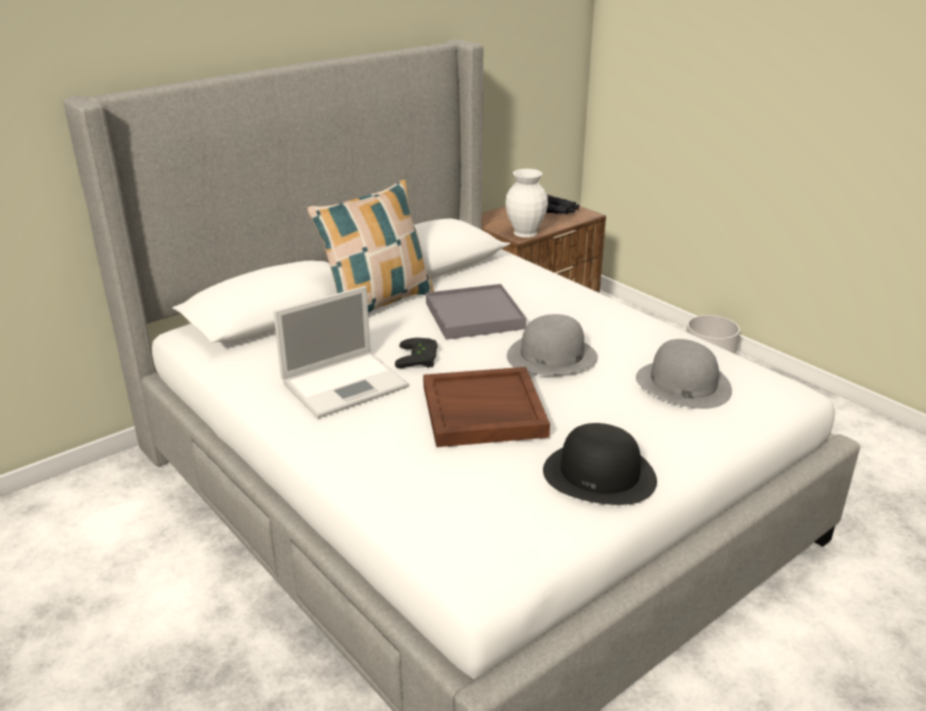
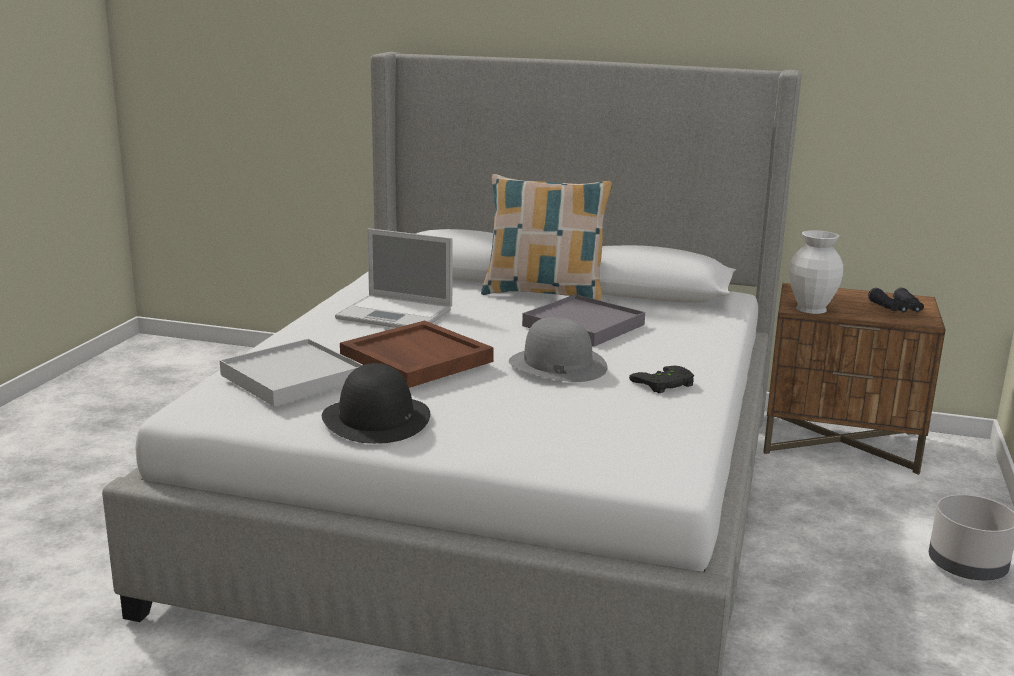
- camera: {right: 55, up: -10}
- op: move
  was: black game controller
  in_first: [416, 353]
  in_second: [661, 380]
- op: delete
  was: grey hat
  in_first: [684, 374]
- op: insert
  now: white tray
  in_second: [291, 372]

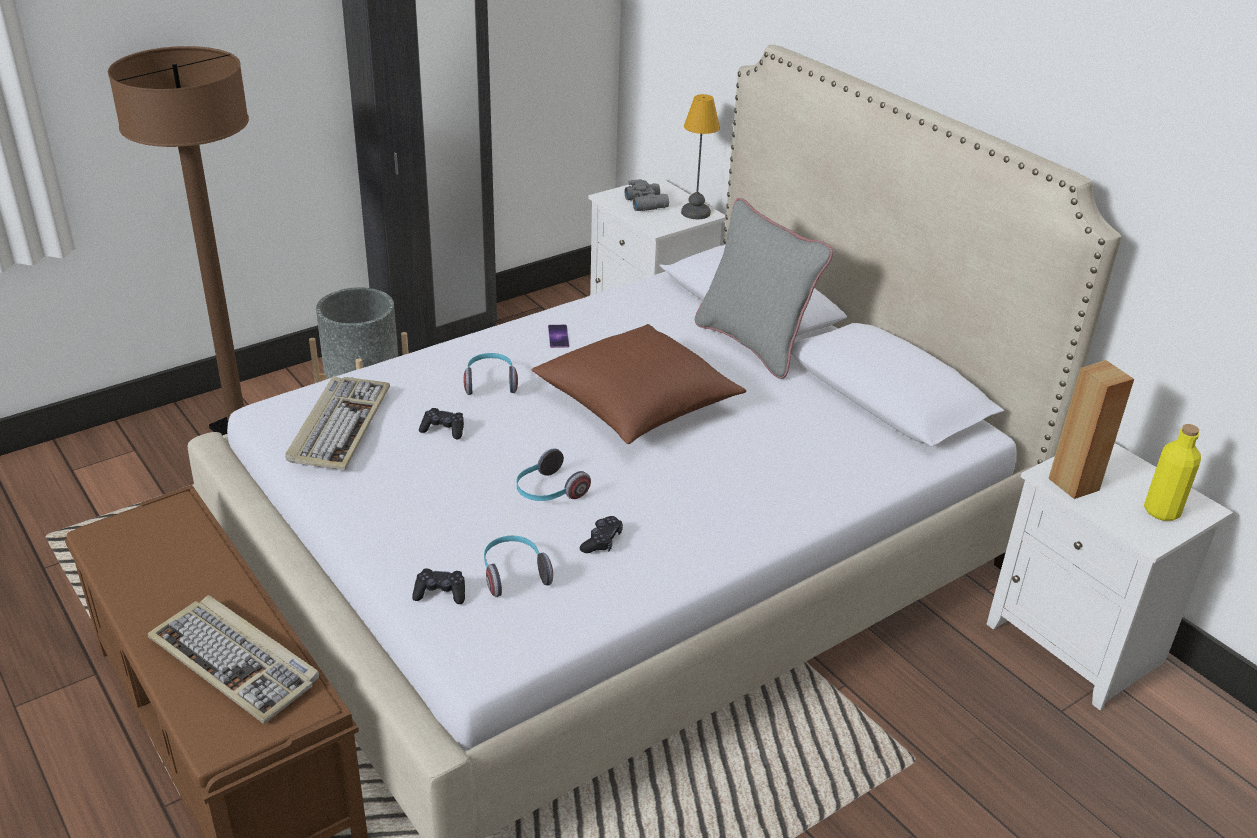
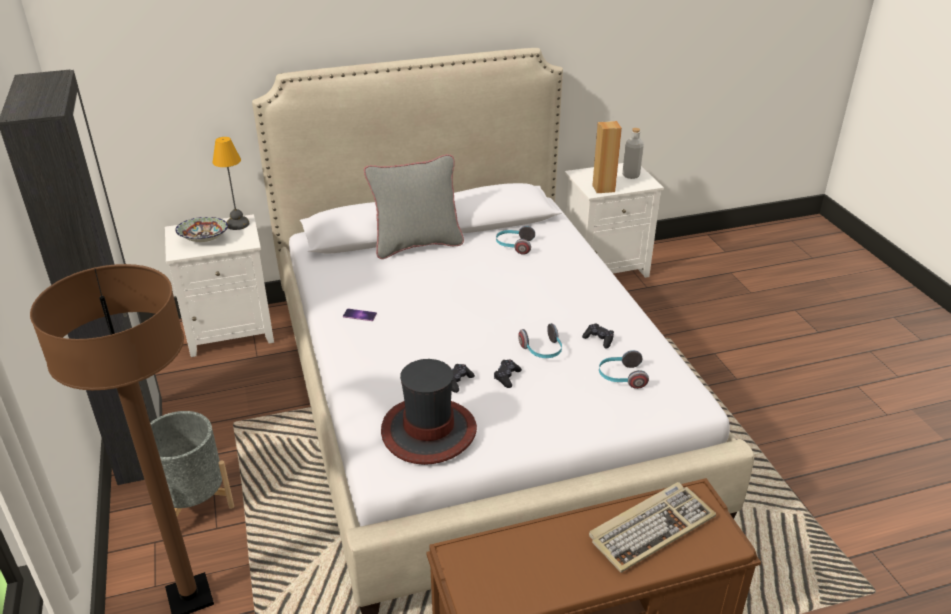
- camera: {right: -70, up: 0}
- op: replace
  was: grey binoculars
  now: bowl
  in_first: [646, 195]
  in_second: [201, 229]
- op: delete
  was: brown pillow
  in_first: [638, 384]
- op: move
  was: headphones
  in_first: [490, 374]
  in_second: [515, 240]
- op: replace
  was: keyboard
  now: hat
  in_first: [337, 423]
  in_second: [429, 412]
- op: recolor
  was: yellow bottle
  now: grey bottle
  in_first: [1172, 472]
  in_second: [633, 153]
- op: move
  was: black game controller
  in_first: [438, 586]
  in_second: [508, 374]

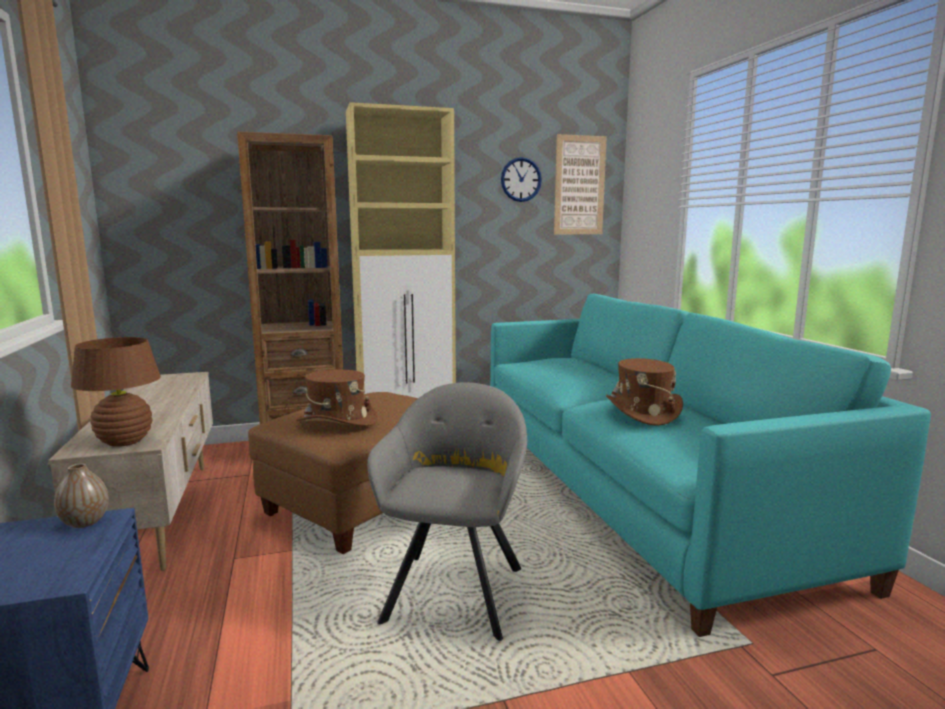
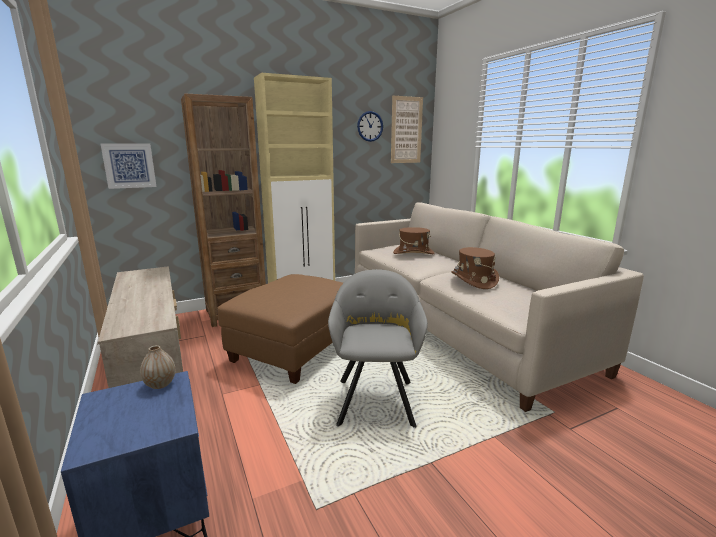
- camera: {right: -10, up: 5}
- op: recolor
  was: turquoise sofa
  now: beige sofa
  in_first: [710, 465]
  in_second: [499, 307]
- op: delete
  was: brown table lamp
  in_first: [116, 392]
- op: move
  was: brown hat
  in_first: [336, 397]
  in_second: [414, 240]
- op: insert
  now: picture
  in_second: [128, 166]

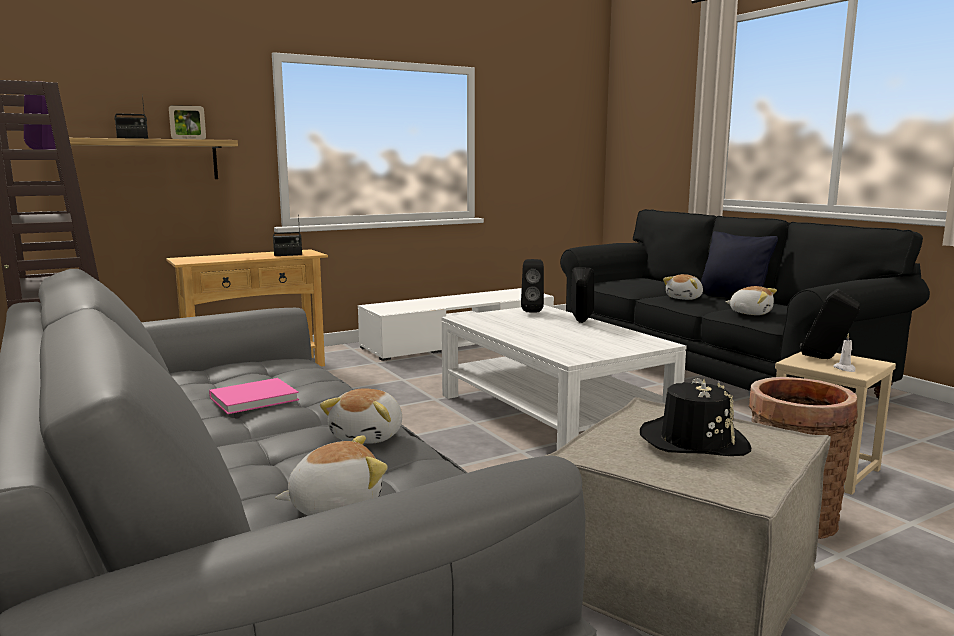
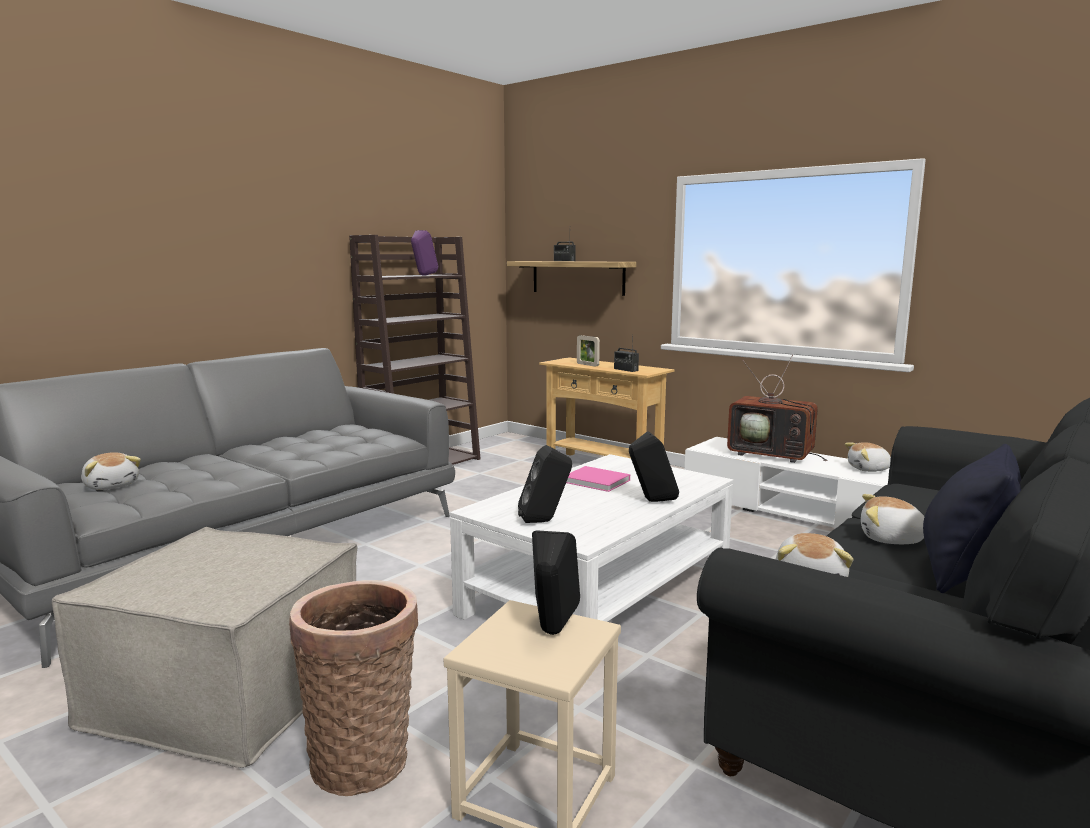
- camera: {right: 70, up: 0}
- op: move
  was: picture frame
  in_first: [187, 122]
  in_second: [588, 351]
- op: move
  was: black speaker
  in_first: [532, 286]
  in_second: [545, 484]
- op: delete
  was: white candle
  in_first: [844, 352]
- op: move
  was: pink book
  in_first: [254, 396]
  in_second: [598, 479]
- op: delete
  was: black hat
  in_first: [695, 417]
- op: move
  was: plush toy
  in_first: [361, 415]
  in_second: [868, 457]
- op: insert
  now: television
  in_second: [777, 408]

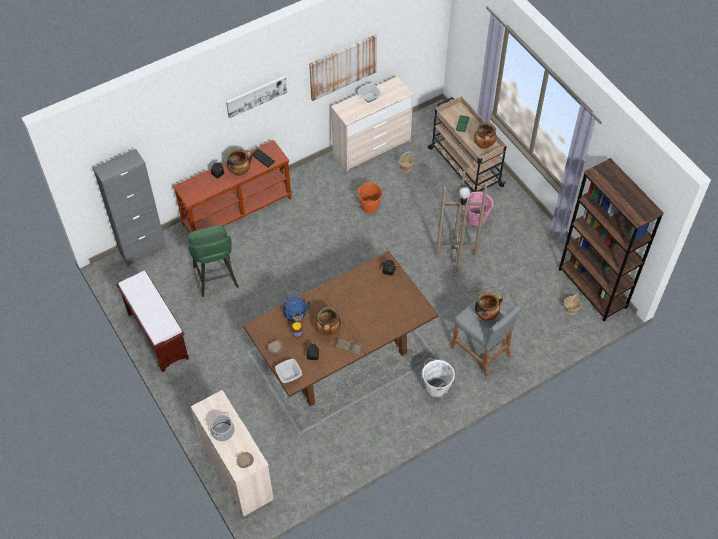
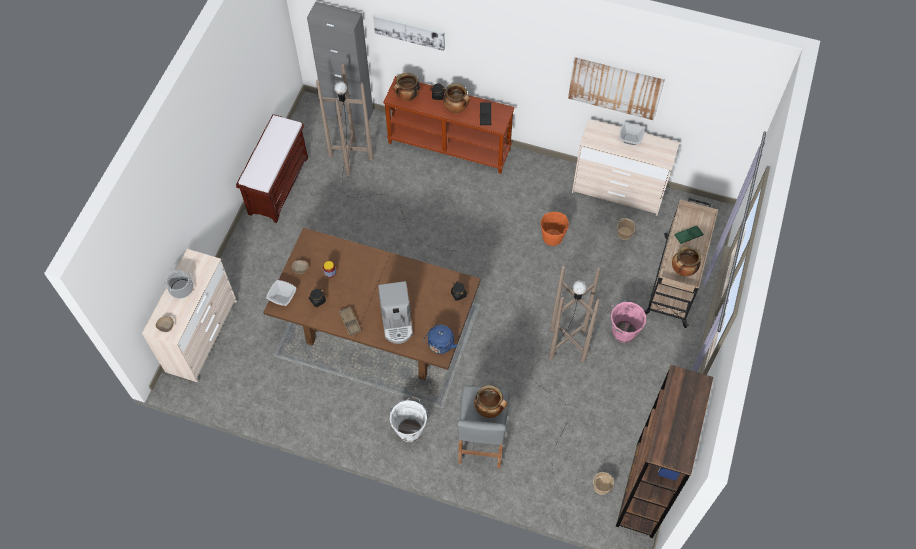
- camera: {right: 50, up: 5}
- op: move
  was: picture
  in_first: [256, 97]
  in_second: [409, 32]
- op: replace
  was: green stool
  now: brown floor lamp
  in_first: [213, 261]
  in_second: [384, 157]
- op: move
  was: blue kettle
  in_first: [296, 309]
  in_second: [440, 339]
- op: move
  was: cooking pot
  in_first: [328, 321]
  in_second: [406, 87]
- op: insert
  now: coffee machine
  in_second: [395, 312]

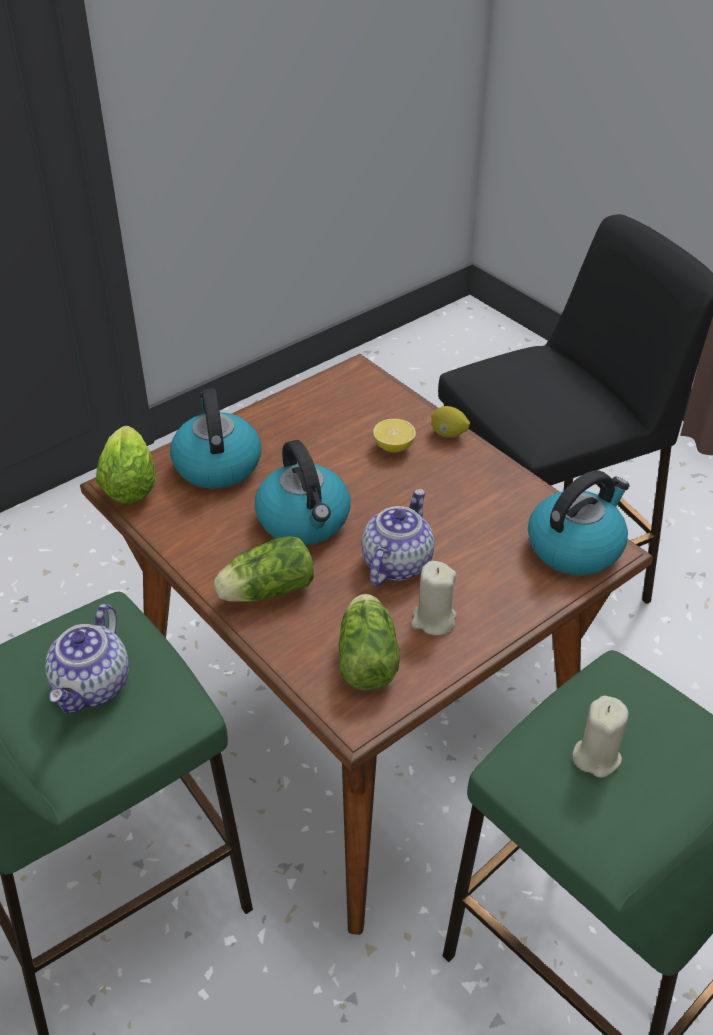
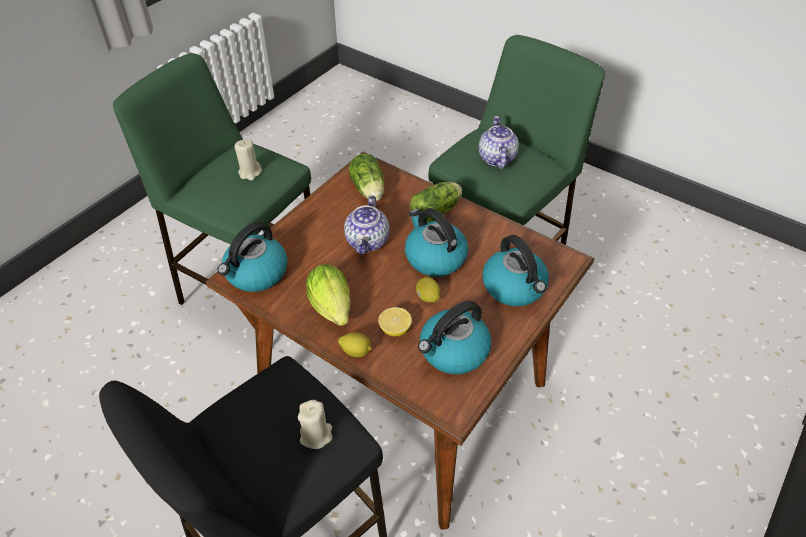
- camera: {right: 165, up: 5}
- op: move
  was: lettuce
  in_first: [126, 465]
  in_second: [328, 295]
- op: move
  was: beige candle
  in_first: [434, 598]
  in_second: [314, 424]
- op: insert
  now: lemon
  in_second: [428, 290]
- op: insert
  now: kettle
  in_second: [455, 337]

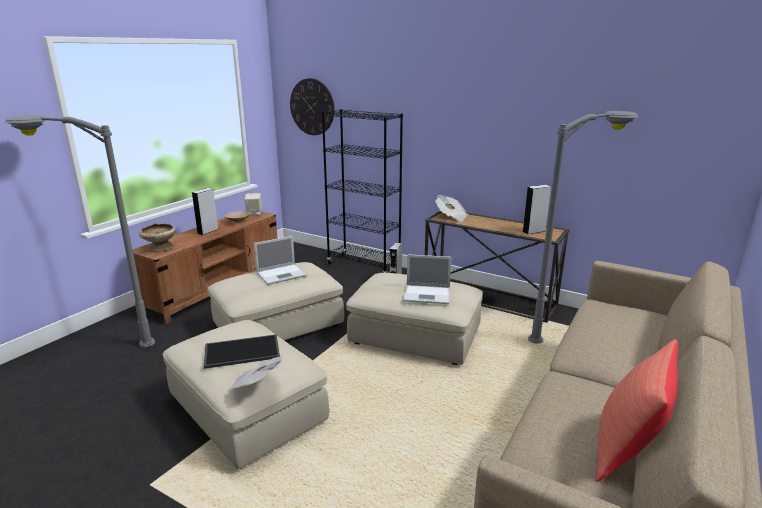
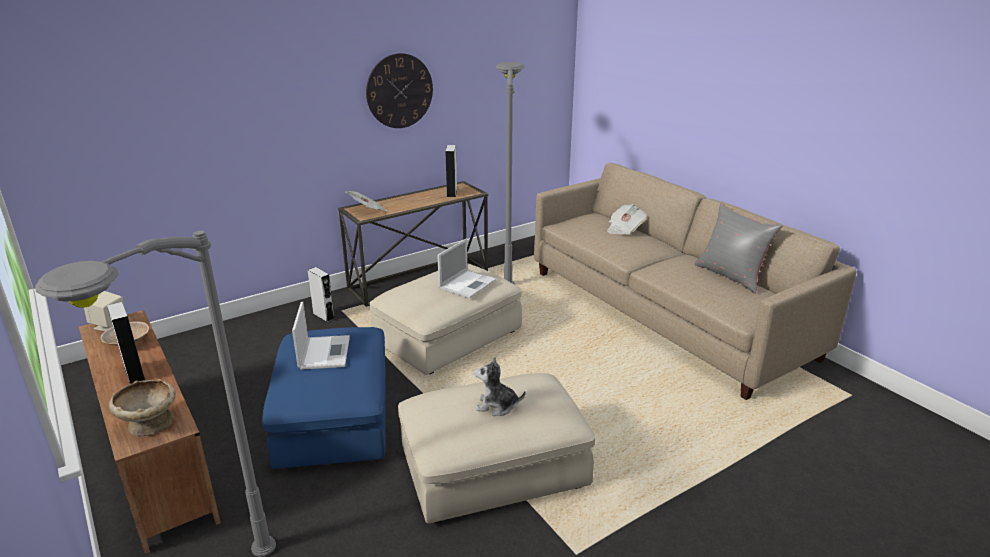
- camera: {right: -65, up: 5}
- op: move
  was: wall clock
  in_first: [312, 106]
  in_second: [399, 90]
- op: delete
  was: black bookcase
  in_first: [362, 191]
- op: recolor
  was: beige ottoman
  now: blue ottoman
  in_first: [276, 301]
  in_second: [324, 398]
- op: replace
  was: tray
  now: plush toy
  in_first: [242, 351]
  in_second: [499, 386]
- op: recolor
  was: red pillow
  now: grey pillow
  in_first: [636, 410]
  in_second: [739, 248]
- op: move
  was: newspaper
  in_first: [255, 373]
  in_second: [627, 219]

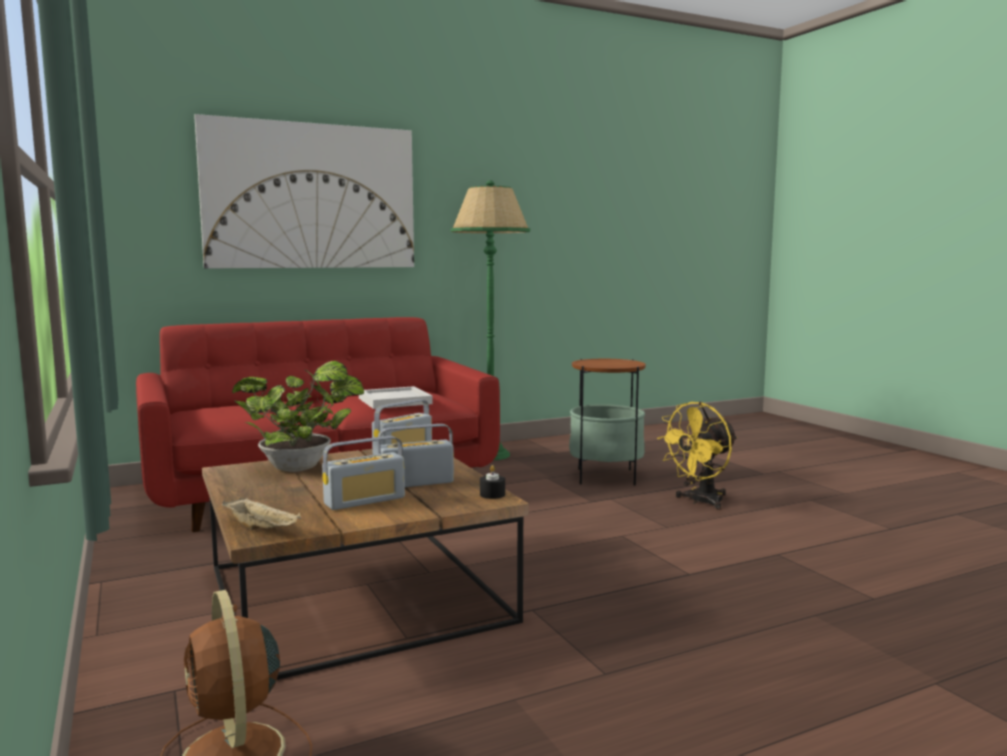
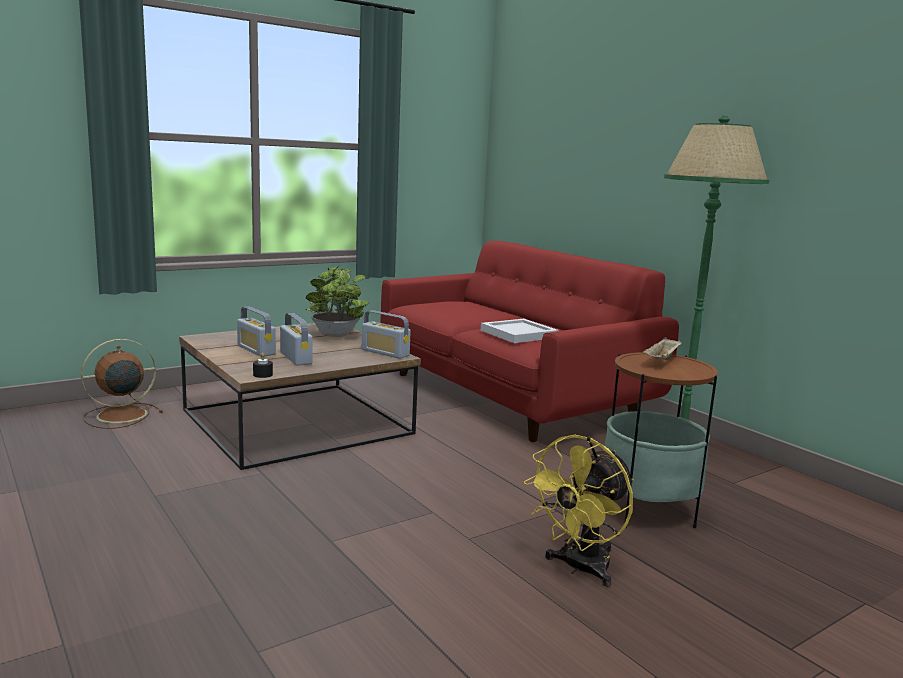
- camera: {right: 80, up: 5}
- op: delete
  was: picture
  in_first: [304, 191]
- op: rotate
  was: yellow fan
  in_first: [697, 456]
  in_second: [579, 511]
  clockwise: -90
- op: move
  was: beige tray
  in_first: [261, 513]
  in_second: [662, 348]

